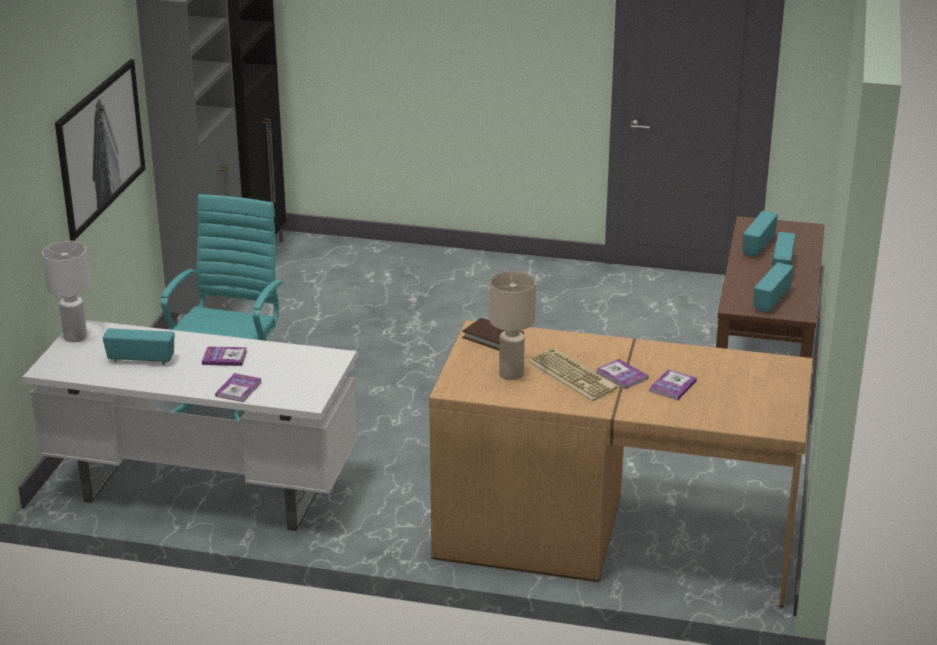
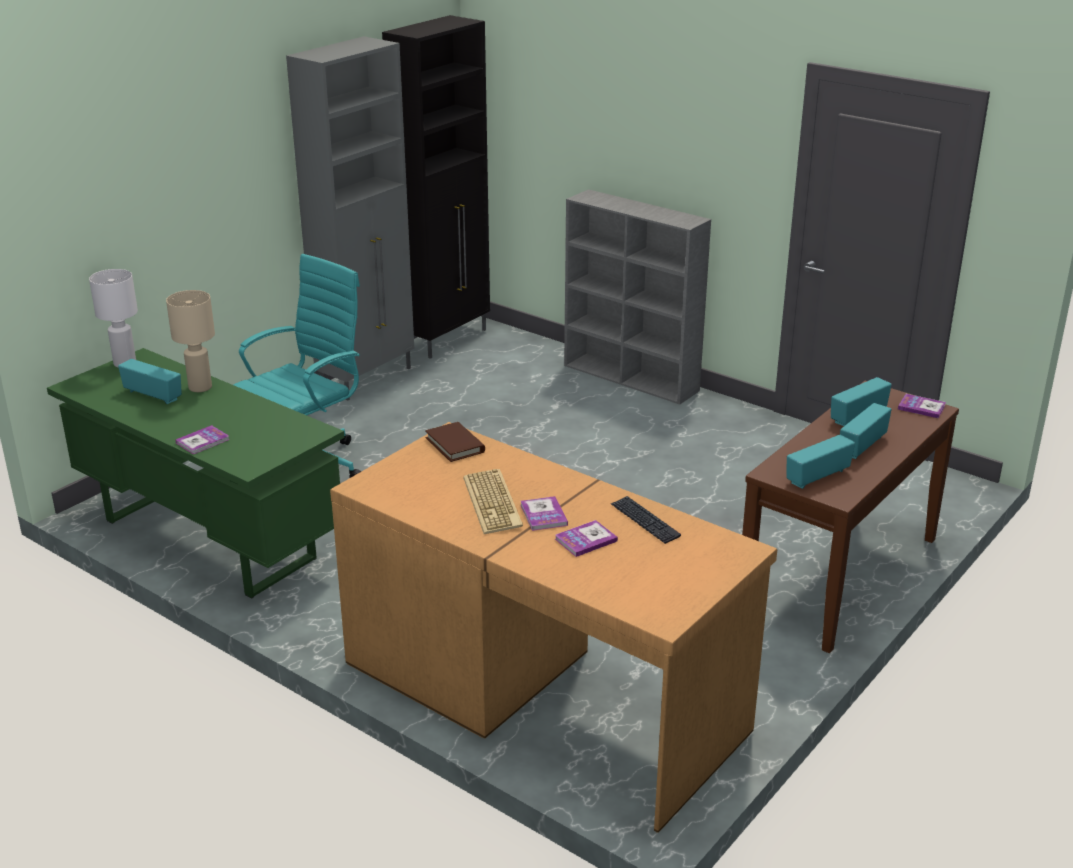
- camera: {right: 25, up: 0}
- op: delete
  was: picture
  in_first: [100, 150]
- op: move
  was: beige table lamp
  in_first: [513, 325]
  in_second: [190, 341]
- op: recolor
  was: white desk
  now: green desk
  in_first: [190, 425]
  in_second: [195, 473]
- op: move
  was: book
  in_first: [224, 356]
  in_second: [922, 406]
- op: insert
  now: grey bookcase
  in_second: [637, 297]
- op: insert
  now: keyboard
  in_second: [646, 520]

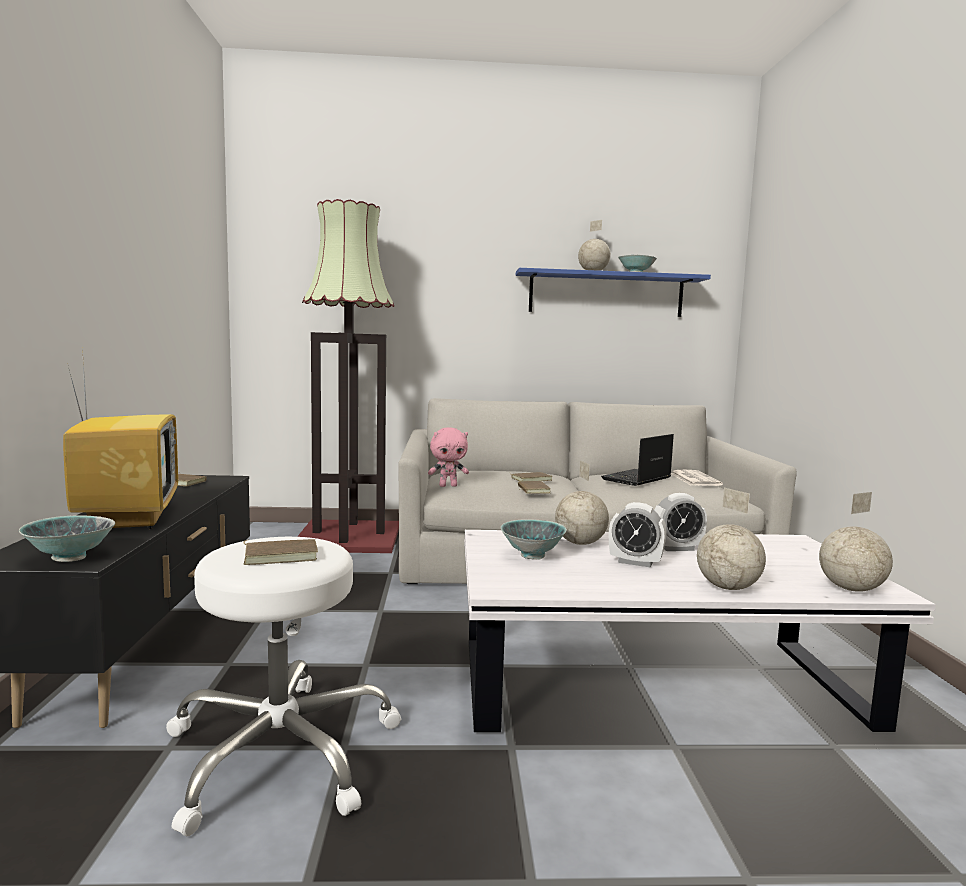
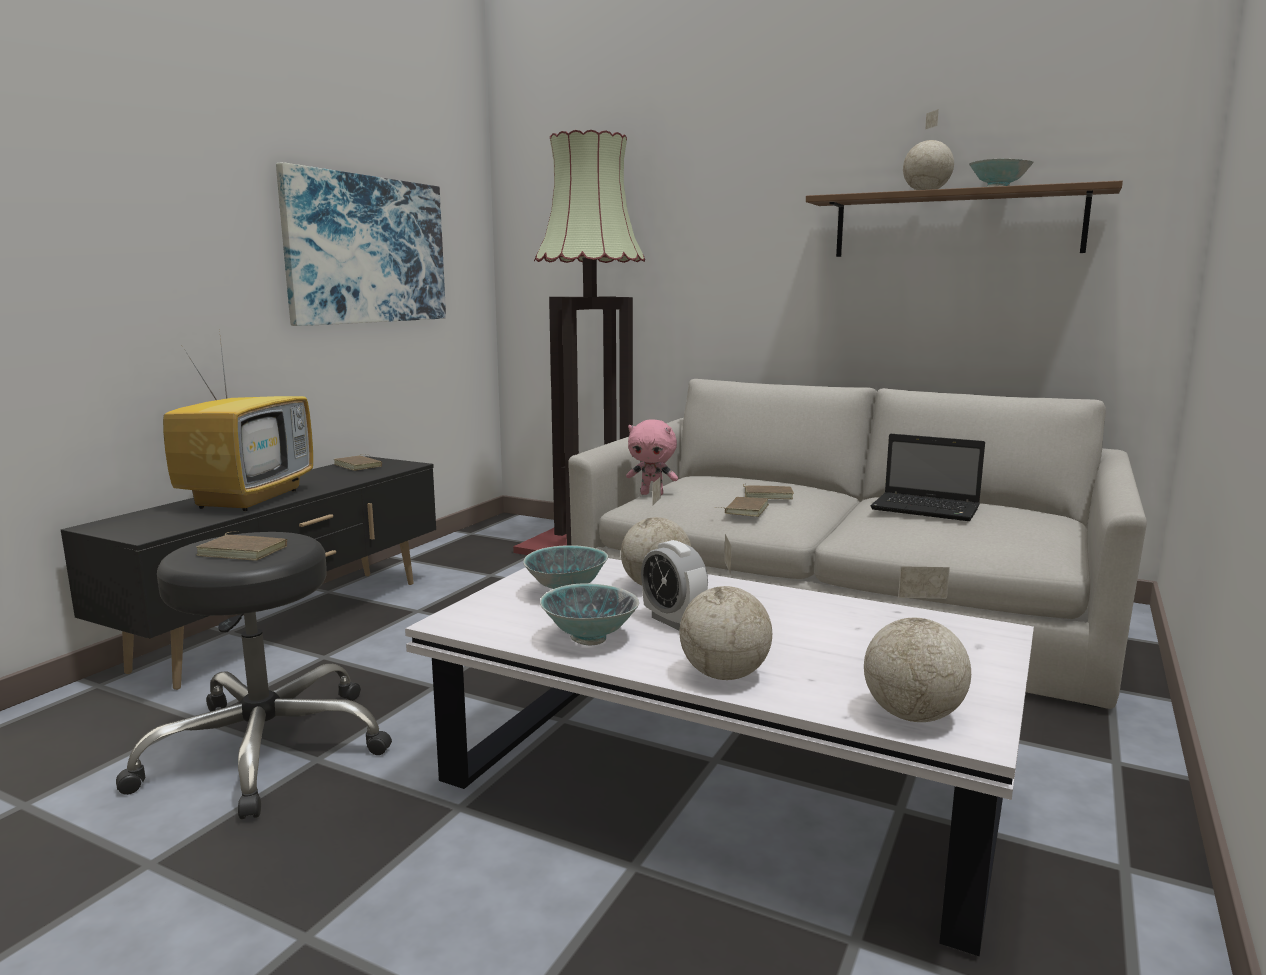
- camera: {right: 30, up: 5}
- op: recolor
  was: blue shelf
  now: brown shelf
  in_first: [613, 292]
  in_second: [964, 218]
- op: rotate
  was: laptop
  in_first: [637, 460]
  in_second: [927, 477]
  clockwise: -135
- op: delete
  was: newspaper
  in_first: [697, 478]
- op: delete
  was: alarm clock
  in_first: [680, 522]
- op: move
  was: bowl
  in_first: [67, 538]
  in_second: [589, 614]
- op: recolor
  was: white stool
  now: black stool
  in_first: [283, 686]
  in_second: [254, 675]
- op: insert
  now: picture
  in_second: [361, 244]

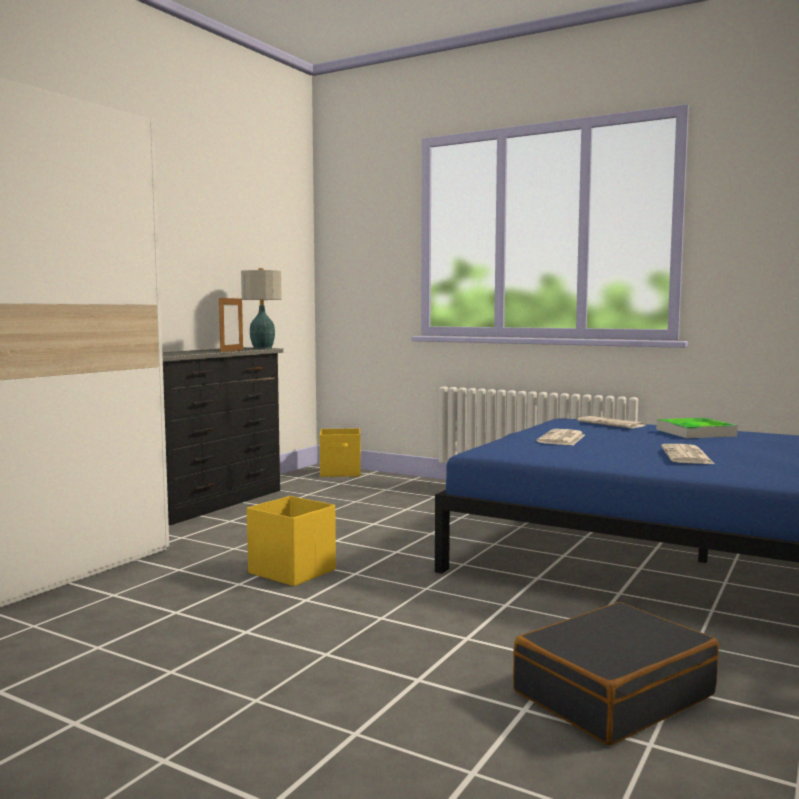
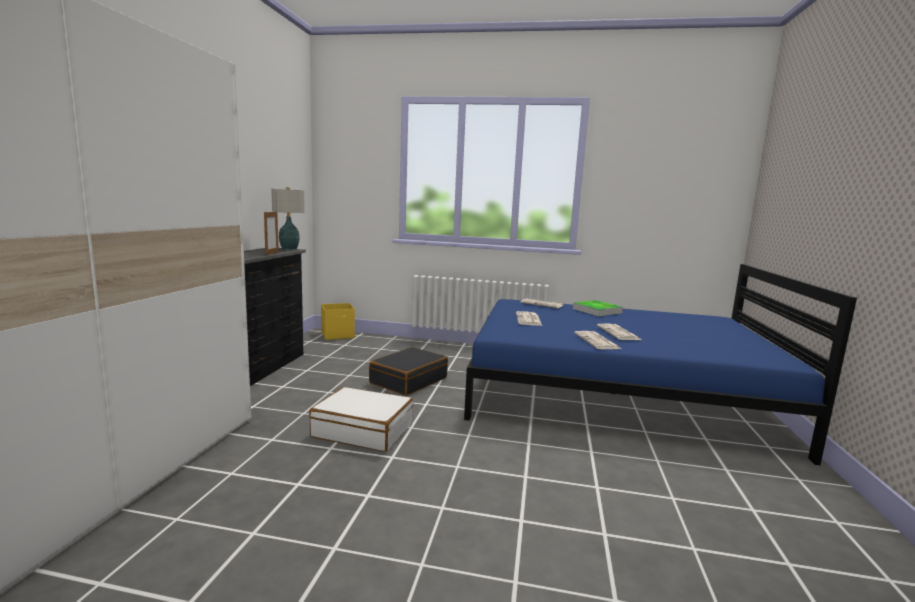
- camera: {right: -20, up: 5}
- op: replace
  was: yellow storage box
  now: white suitcase
  in_first: [291, 541]
  in_second: [361, 419]
- op: move
  was: black suitcase
  in_first: [616, 673]
  in_second: [408, 371]
- op: insert
  now: newspaper
  in_second: [597, 340]

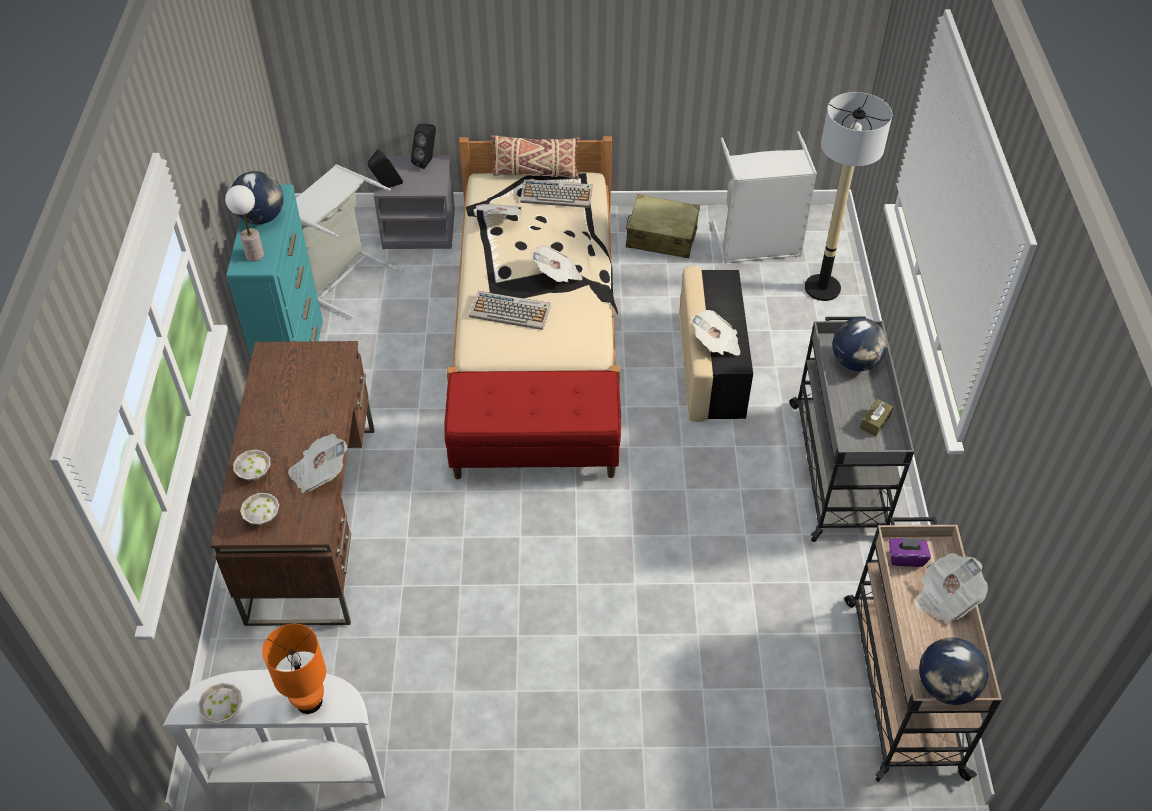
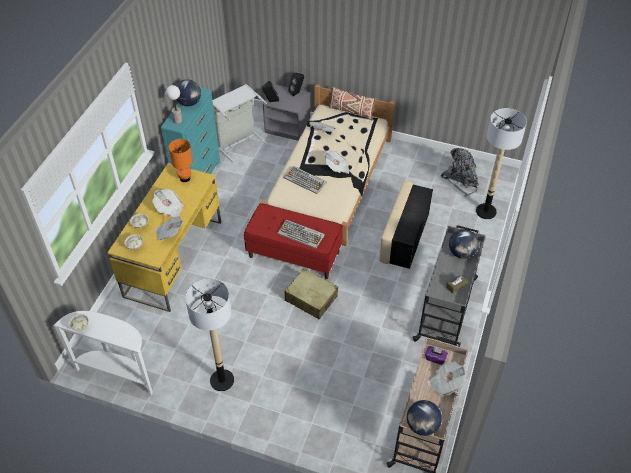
- camera: {right: 20, up: 0}
- op: replace
  was: grey laundry basket
  now: grey backpack
  in_first: [764, 197]
  in_second: [459, 172]
- op: move
  was: keyboard
  in_first: [556, 193]
  in_second: [301, 234]
- op: move
  was: beige suitcase
  in_first: [663, 226]
  in_second: [311, 293]
- op: move
  was: newspaper
  in_first: [715, 332]
  in_second: [168, 203]
- op: recolor
  was: brown desk
  now: yellow desk
  in_first: [292, 483]
  in_second: [164, 237]
- op: move
  was: orange table lamp
  in_first: [294, 669]
  in_second: [181, 160]
- op: insert
  now: floor lamp
  in_second: [209, 334]

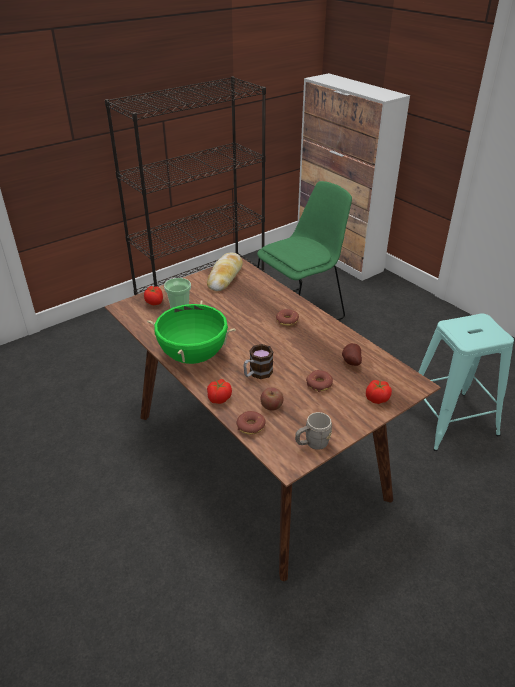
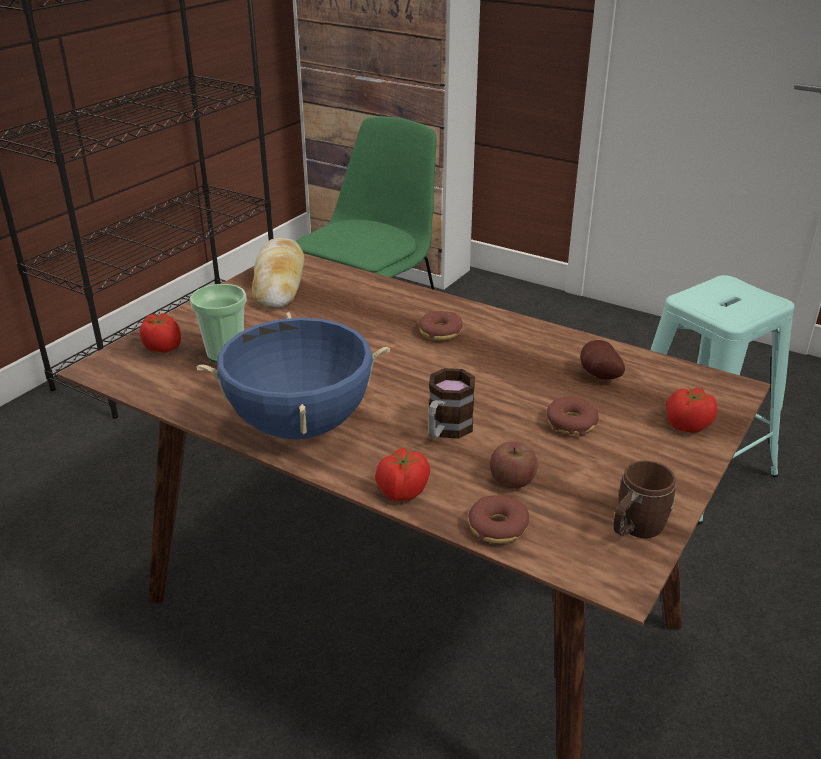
- camera: {right: -20, up: -5}
- op: recolor
  was: green cooking pot
  now: blue cooking pot
  in_first: [191, 332]
  in_second: [293, 375]
- op: recolor
  was: grey mug
  now: brown mug
  in_first: [313, 431]
  in_second: [644, 499]

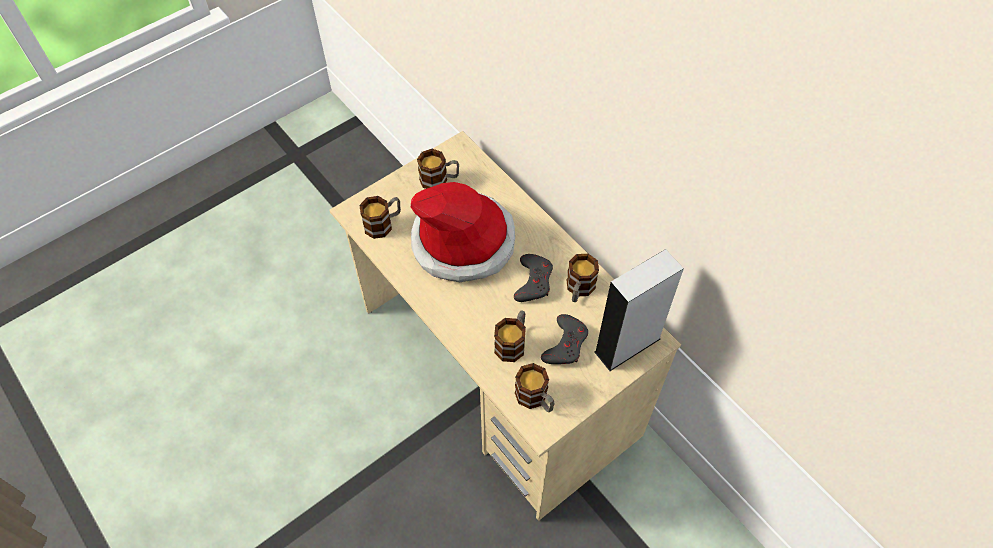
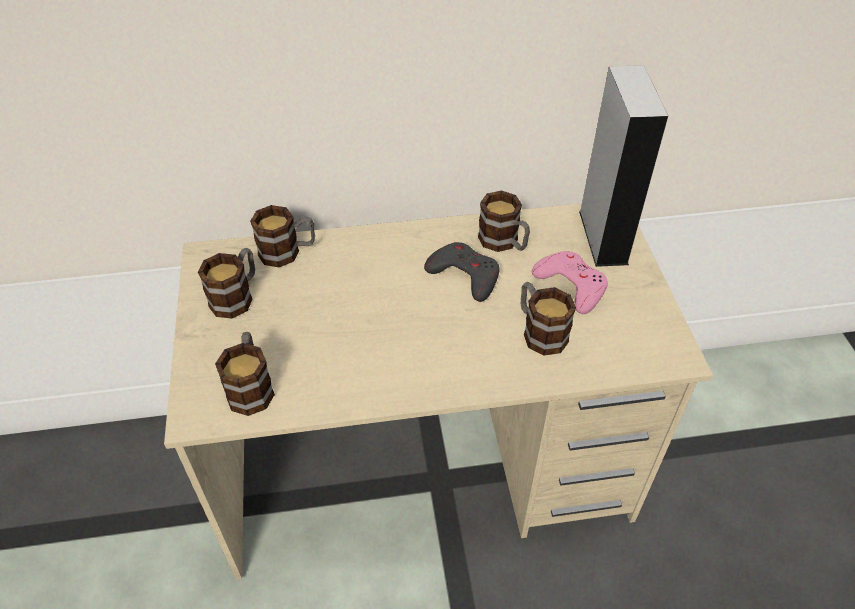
- camera: {right: -60, up: -10}
- op: delete
  was: hat
  in_first: [463, 232]
- op: recolor
  was: grey game controller
  now: pink game controller
  in_first: [564, 339]
  in_second: [570, 282]
- op: move
  was: mug
  in_first: [534, 387]
  in_second: [282, 236]

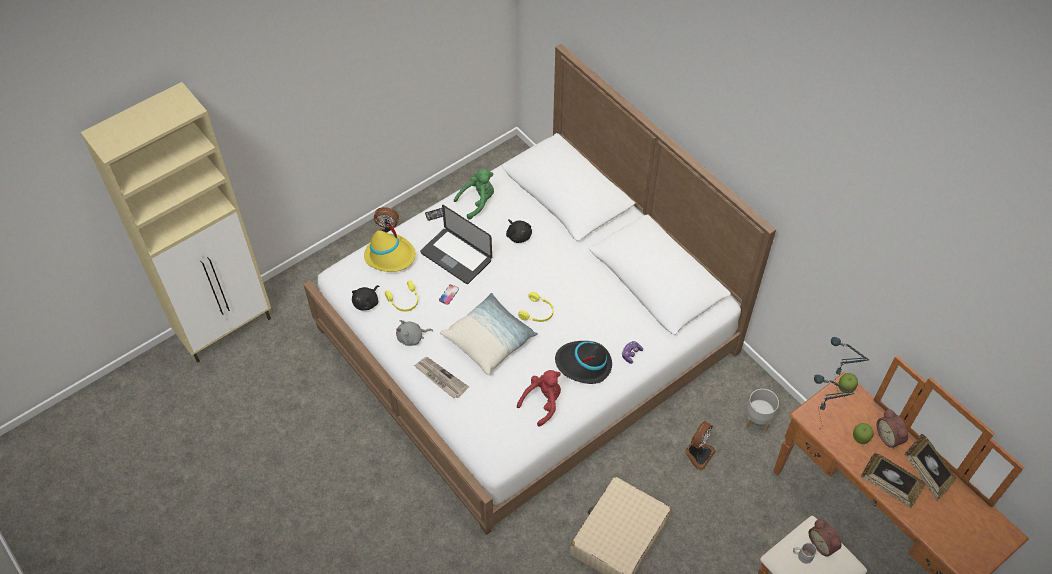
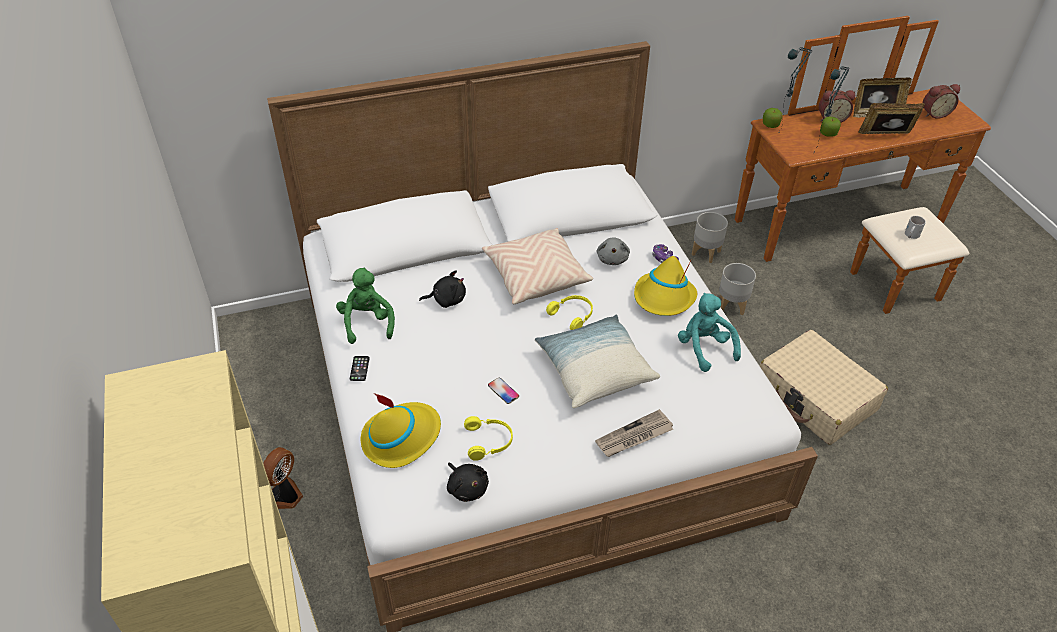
- camera: {right: -70, up: -10}
- op: delete
  was: laptop
  in_first: [456, 244]
- op: move
  was: grey plush toy
  in_first: [414, 333]
  in_second: [613, 251]
- op: recolor
  was: black hat
  now: yellow hat
  in_first: [583, 362]
  in_second: [665, 286]
- op: recolor
  was: red plush toy
  now: turquoise plush toy
  in_first: [539, 398]
  in_second: [709, 332]
- op: replace
  was: fan
  now: grey planter
  in_first: [700, 445]
  in_second: [737, 289]
- op: rotate
  was: picture frame
  in_first: [893, 481]
  in_second: [891, 118]
  clockwise: -150
- op: move
  was: alarm clock
  in_first: [825, 538]
  in_second: [941, 101]
- op: insert
  now: beige pillow
  in_second: [537, 266]

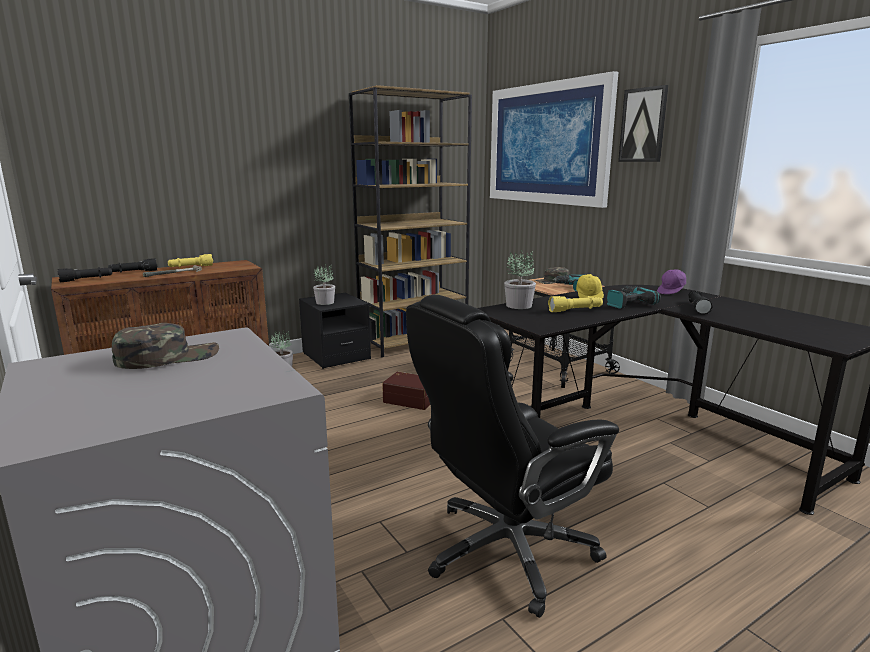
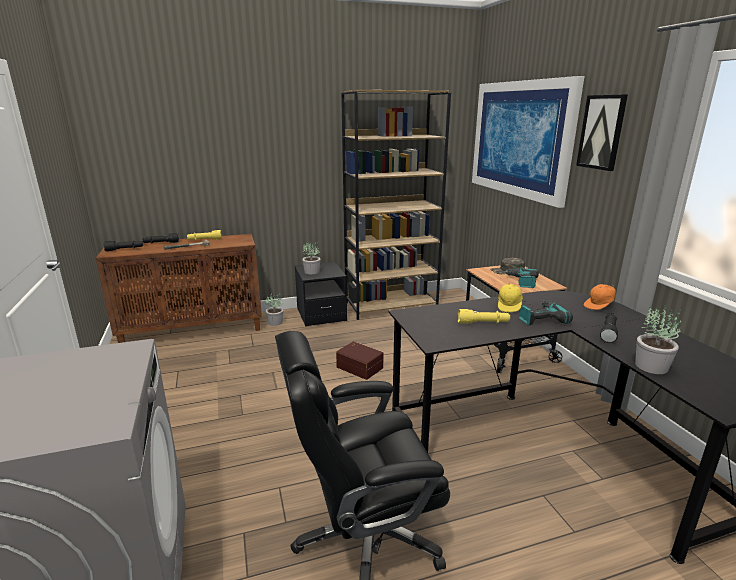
- camera: {right: 15, up: 5}
- op: move
  was: potted plant
  in_first: [520, 279]
  in_second: [658, 339]
- op: recolor
  was: purple cap
  now: orange cap
  in_first: [671, 282]
  in_second: [600, 297]
- op: delete
  was: green cap
  in_first: [165, 346]

